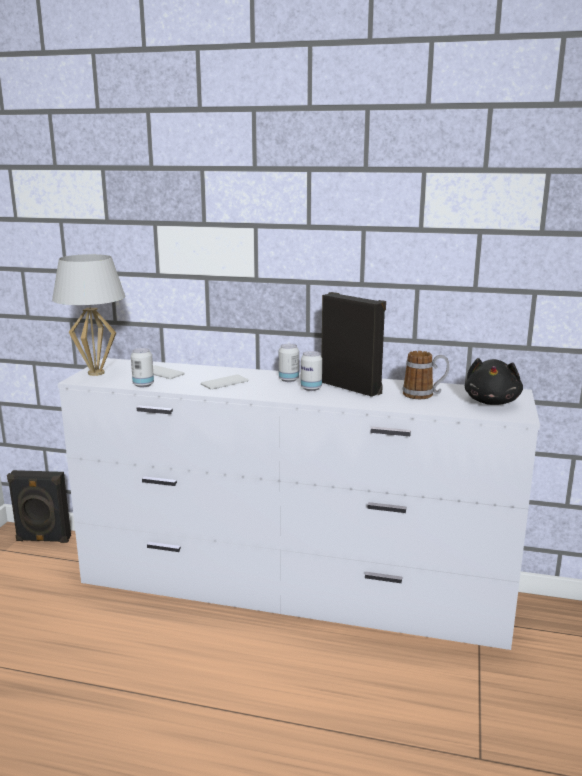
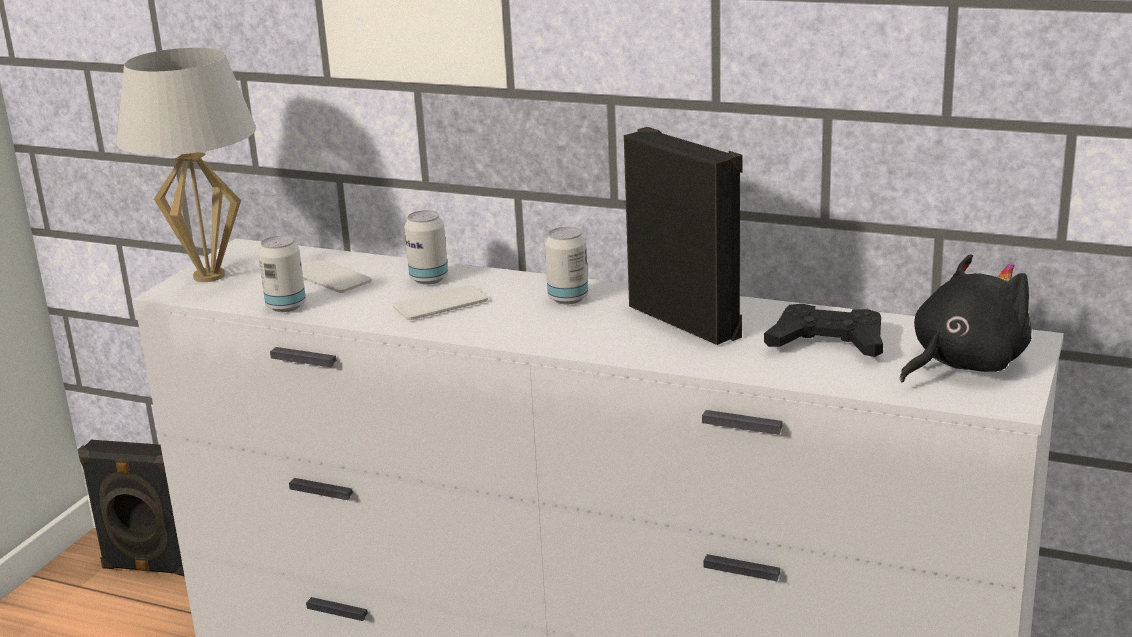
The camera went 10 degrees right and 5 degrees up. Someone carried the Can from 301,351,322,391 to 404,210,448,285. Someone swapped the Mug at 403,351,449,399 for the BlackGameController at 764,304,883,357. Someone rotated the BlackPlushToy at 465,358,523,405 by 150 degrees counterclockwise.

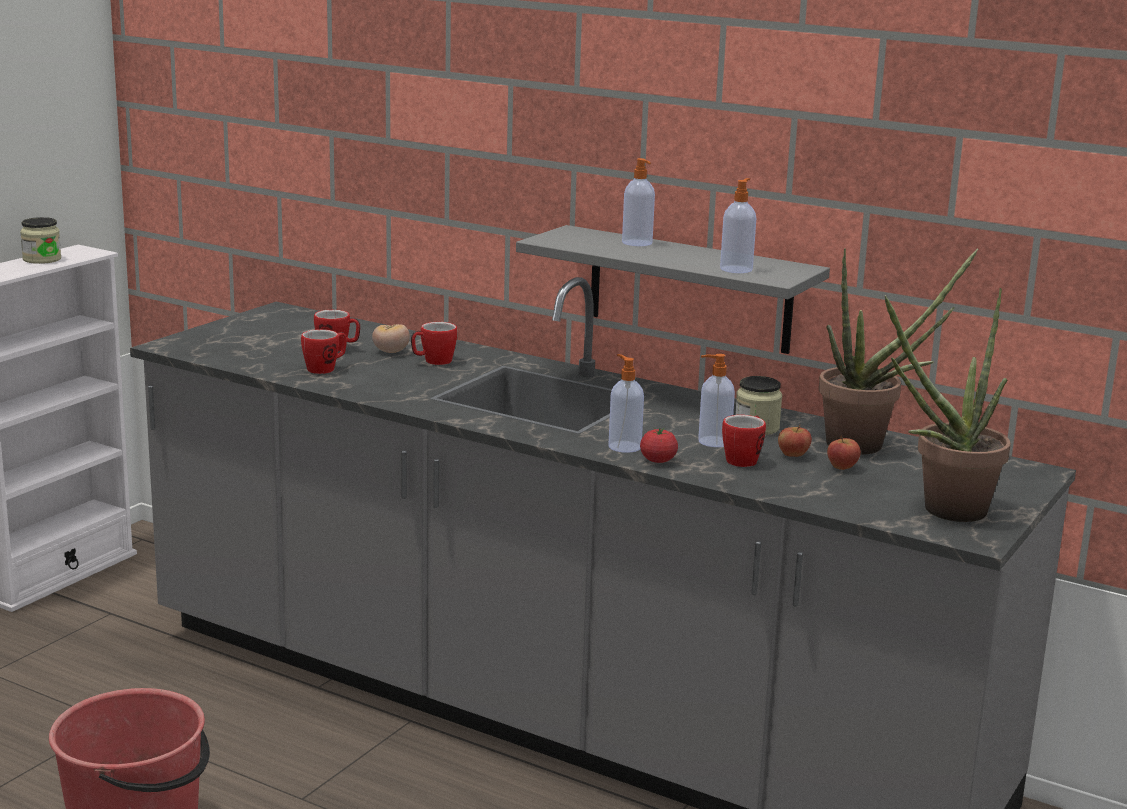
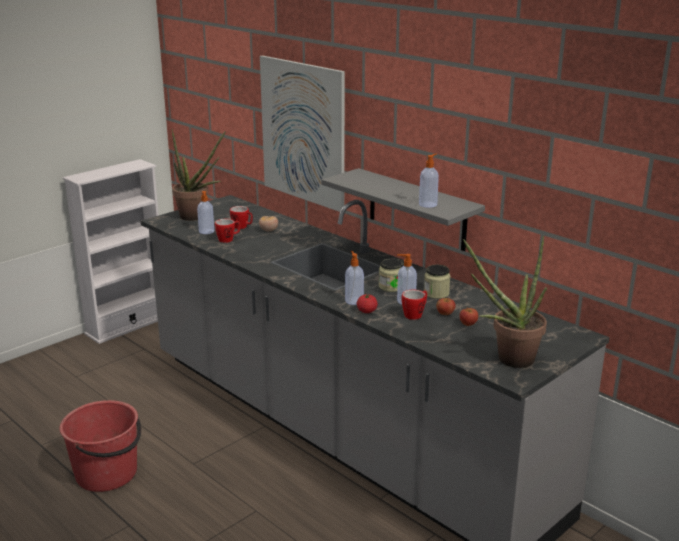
The camera went 15 degrees right and 5 degrees up. Someone carried the SoapDispenser from 622,158,655,246 to 197,191,214,234. Someone carried the Jar from 20,217,61,264 to 379,258,403,292. Someone carried the PottedPlant from 819,248,978,455 to 172,129,226,221. Someone took away the Mug at 411,322,457,365. Someone put up the Picture at 260,55,345,212.

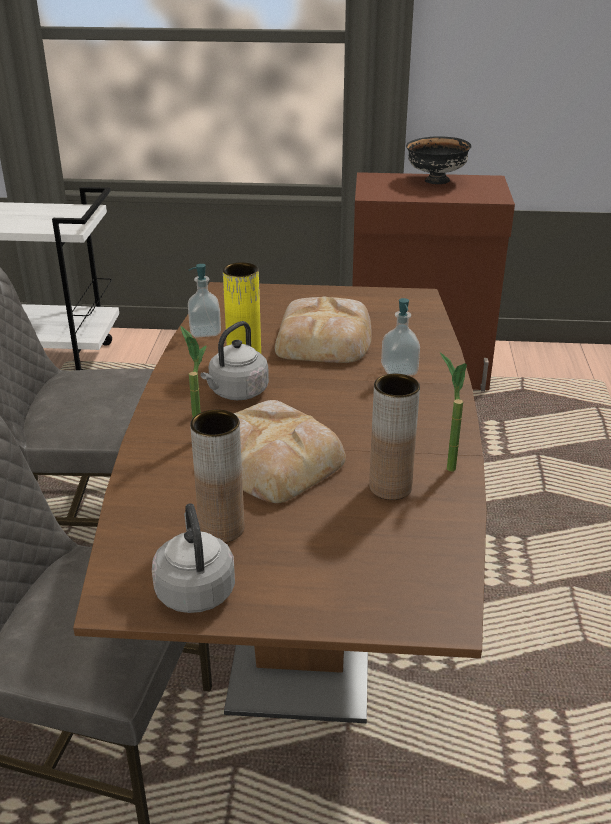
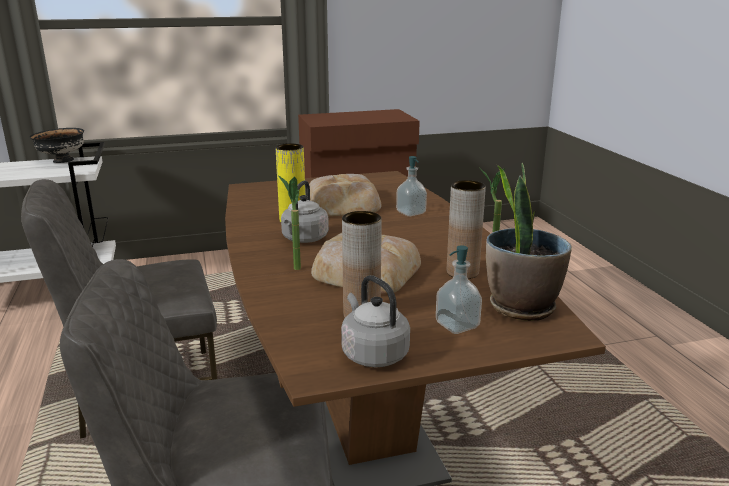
The camera went 20 degrees left and 10 degrees down. Someone carried the BlackBowl from 406,136,471,184 to 30,128,84,163. Someone carried the SoapDispenser from 188,264,221,338 to 436,245,482,334. Someone put down the PottedPlant at 486,163,572,321.

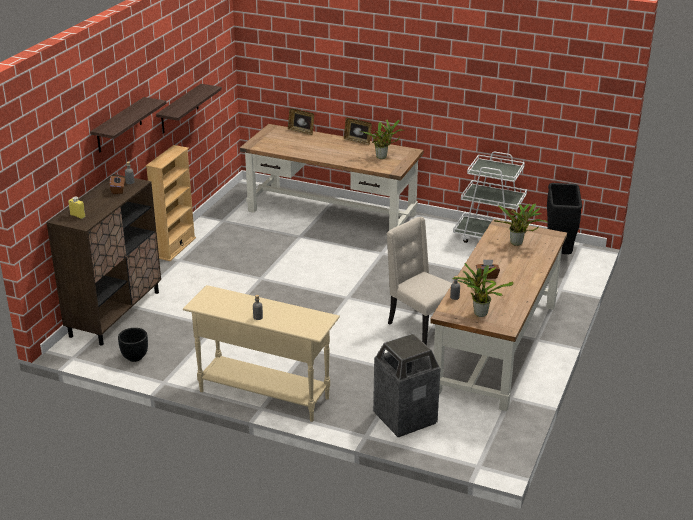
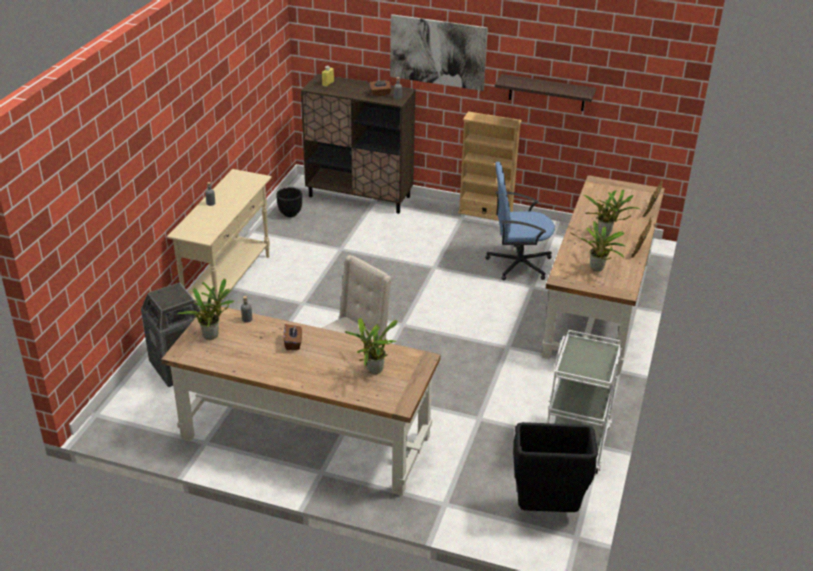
The camera went 85 degrees right and 5 degrees up. Someone swapped the Shelf at 90,97,167,153 for the Picture at 390,14,488,91. Someone put down the BlueOfficeChair at 485,162,555,281. Someone put down the PottedPlant at 583,190,641,236.

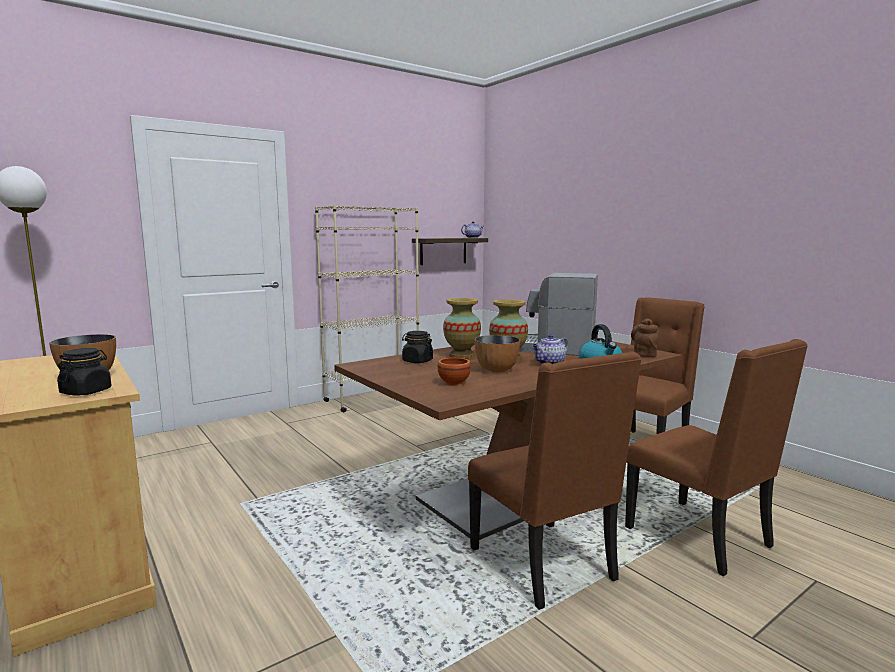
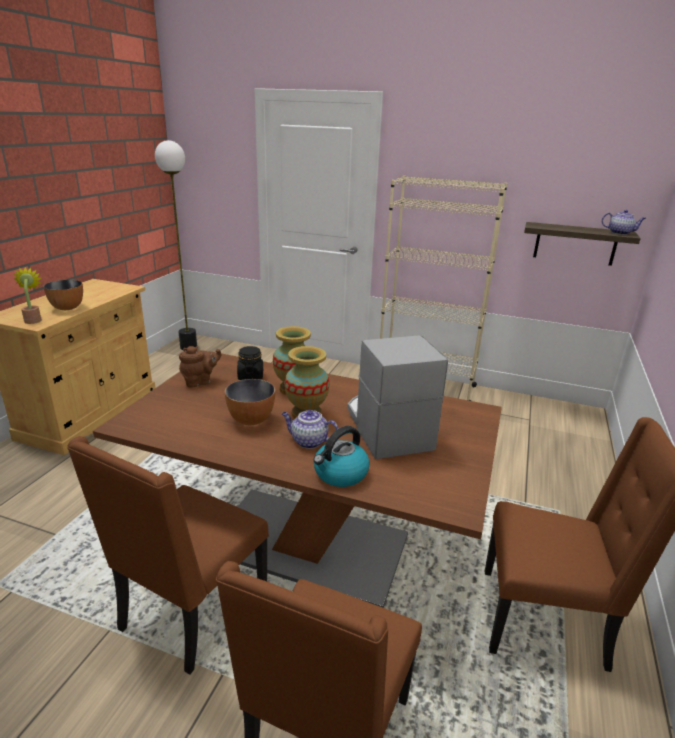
The camera went 55 degrees right and 15 degrees up. Someone carried the BrownTeapot from 631,318,658,357 to 179,346,221,388. Someone swapped the BlackJar at 57,348,111,395 for the PottedPlant at 14,267,42,324. Someone took away the BrownBowl at 437,358,471,386.

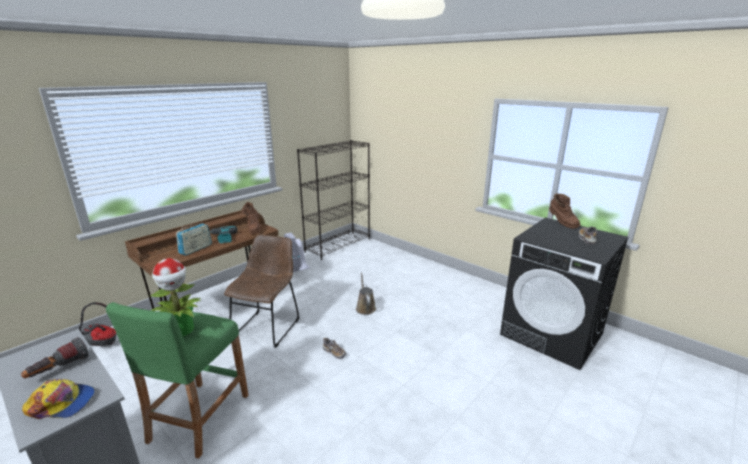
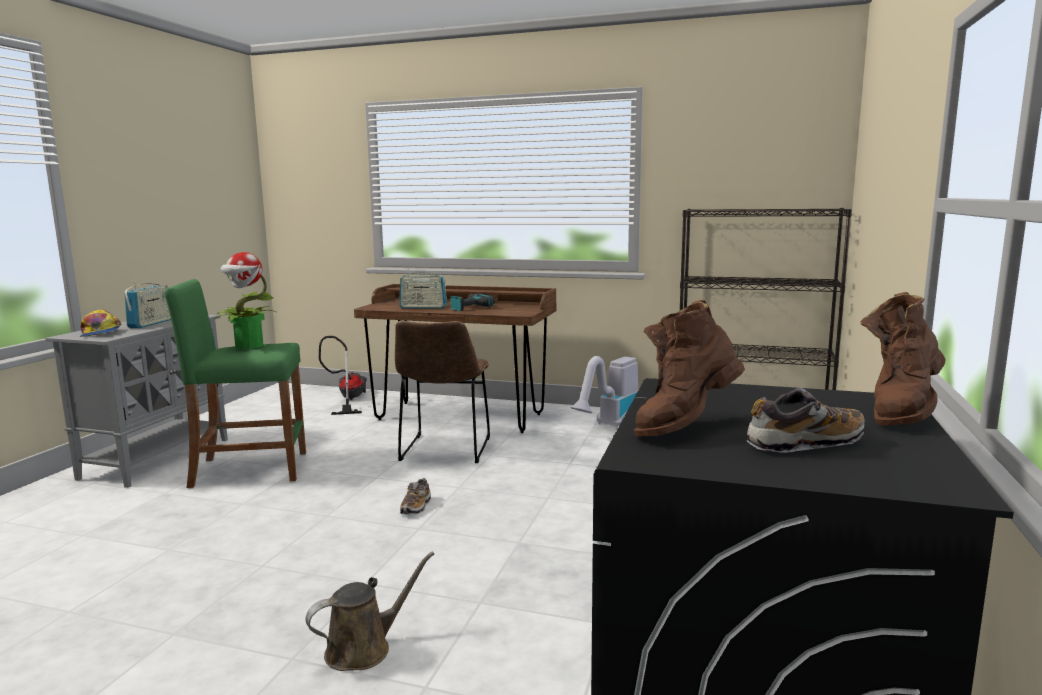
The camera went 65 degrees right and 10 degrees down. Someone carried the BrownBoot from 241,202,261,235 to 634,300,745,437. Someone rotated the BrownChair at 224,235,299,348 by 105 degrees clockwise. Someone carried the BrownWateringCan from 356,272,376,315 to 305,552,434,671. Someone swapped the Flashlight at 21,337,89,378 for the Radio at 124,281,171,328.

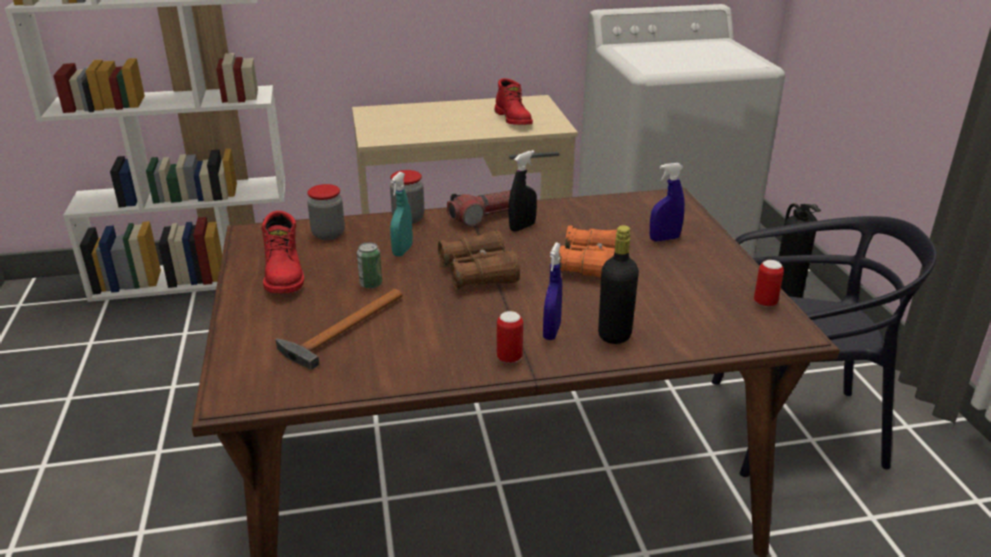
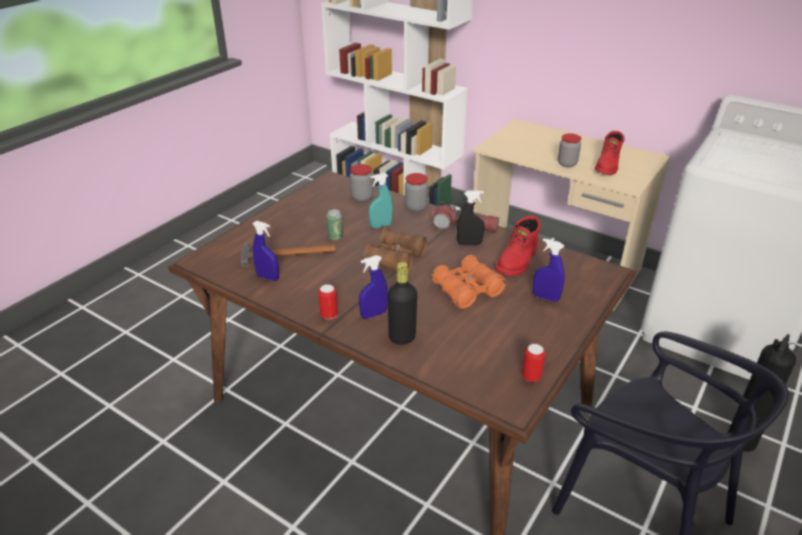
The camera went 45 degrees right and 5 degrees up. Someone carried the RedBoot from 262,211,304,293 to 495,216,541,276. Someone put down the Jar at 558,133,581,167. Someone put down the BlueSprayBottle at 252,221,279,281.

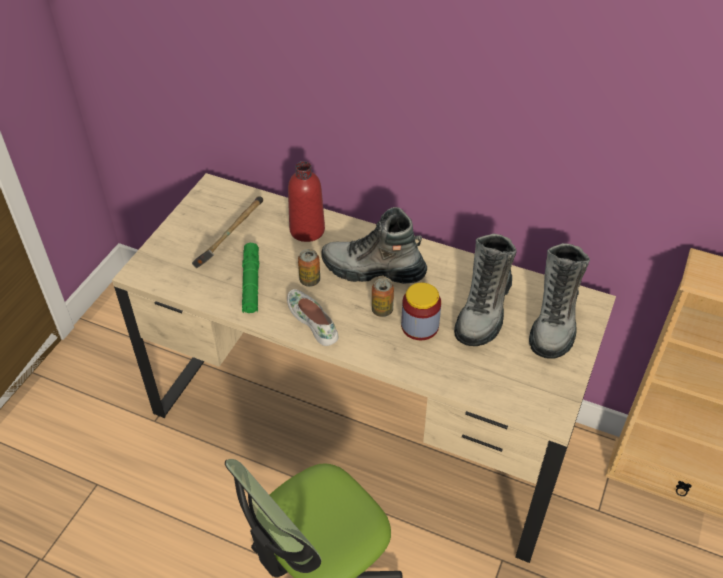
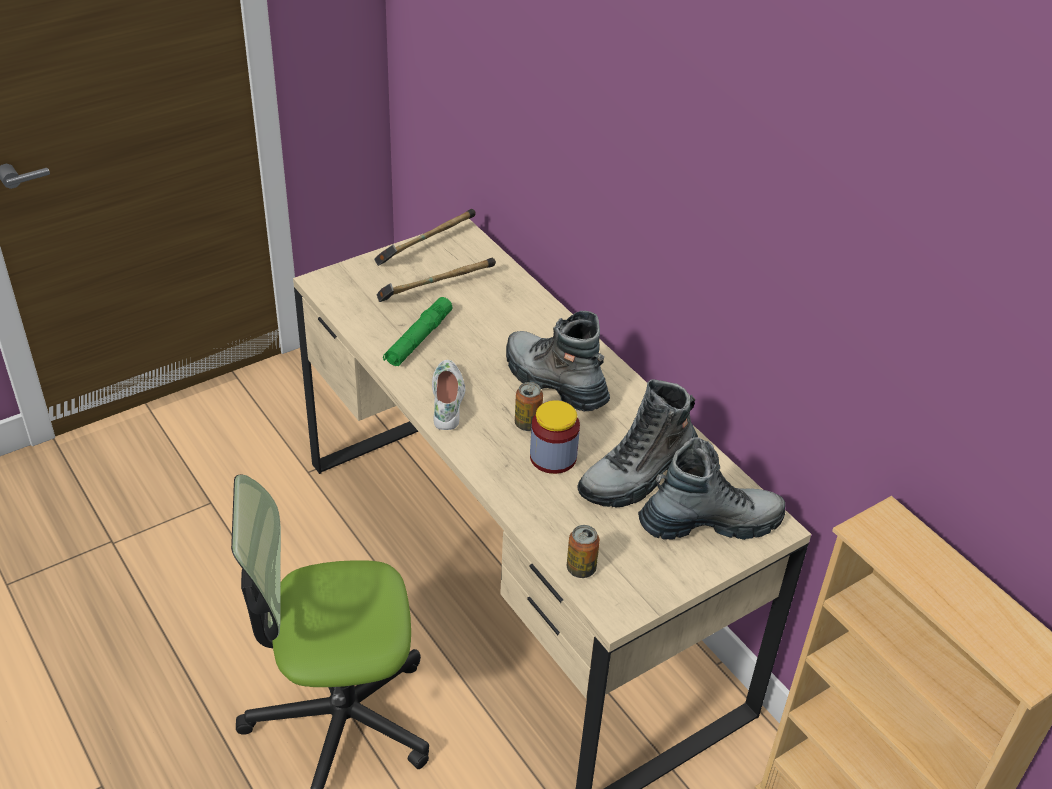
The camera went 30 degrees right and 5 degrees down. Someone took away the RedBottle at 288,161,325,242. Someone rotated the Boot at 529,243,590,359 by 150 degrees counterclockwise. Someone carried the Can from 298,249,320,287 to 567,525,600,578. Someone put down the Hammer at 374,209,476,266.

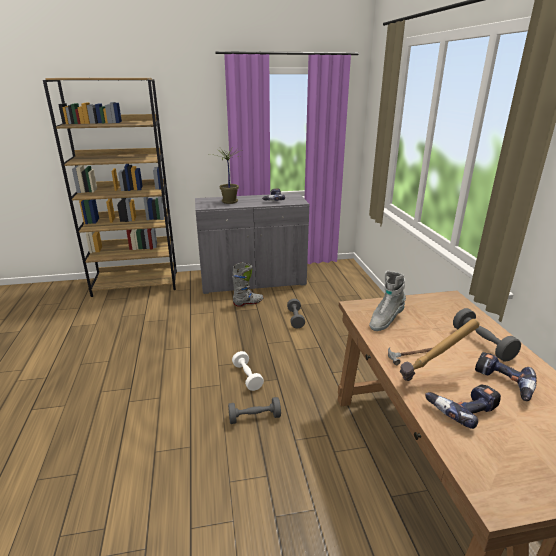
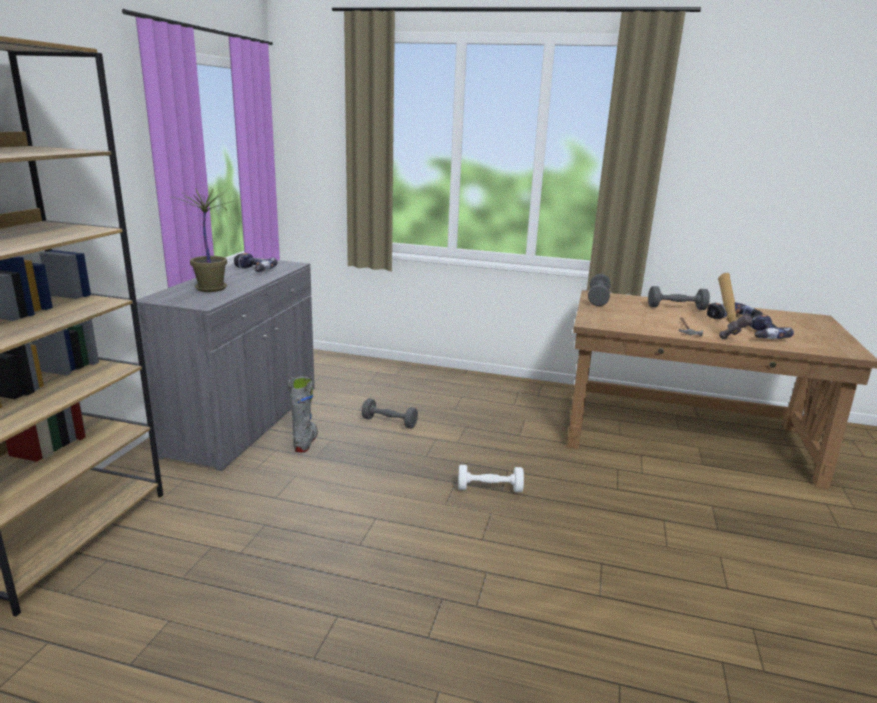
The camera went 65 degrees left and 5 degrees down. Someone took away the GreyBoot at 369,270,406,331. Someone carried the GreyDumbbell from 228,397,281,424 to 588,274,611,306.

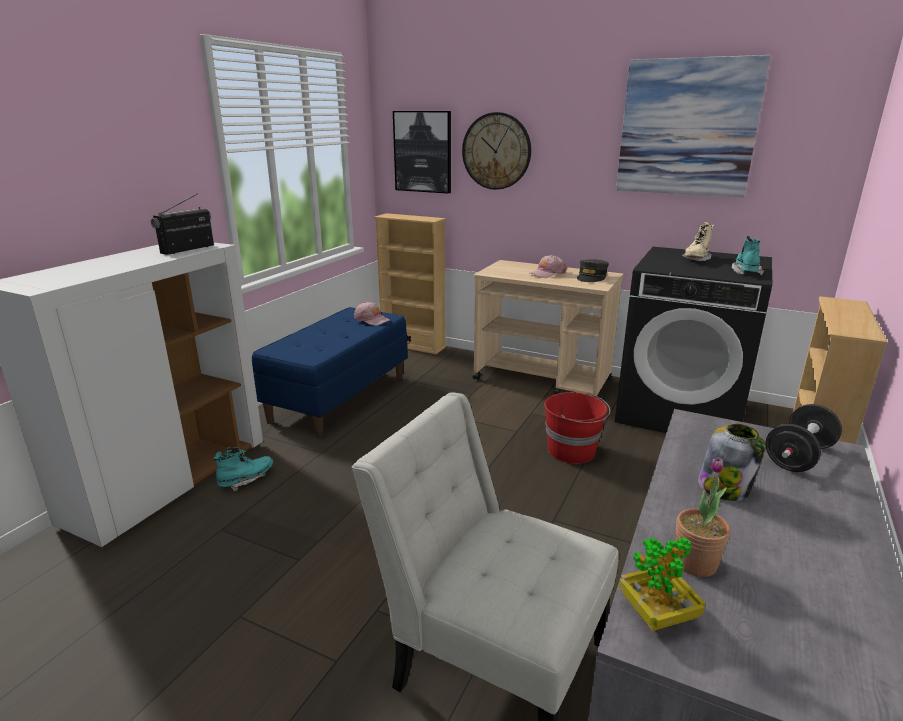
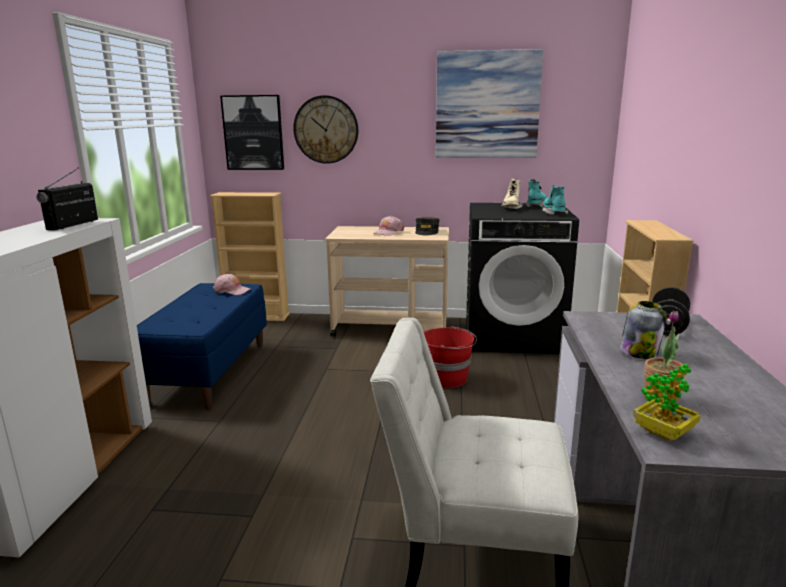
The camera went 20 degrees left and 5 degrees down. Someone carried the TurquoiseBoot from 213,447,273,491 to 526,179,546,207.

